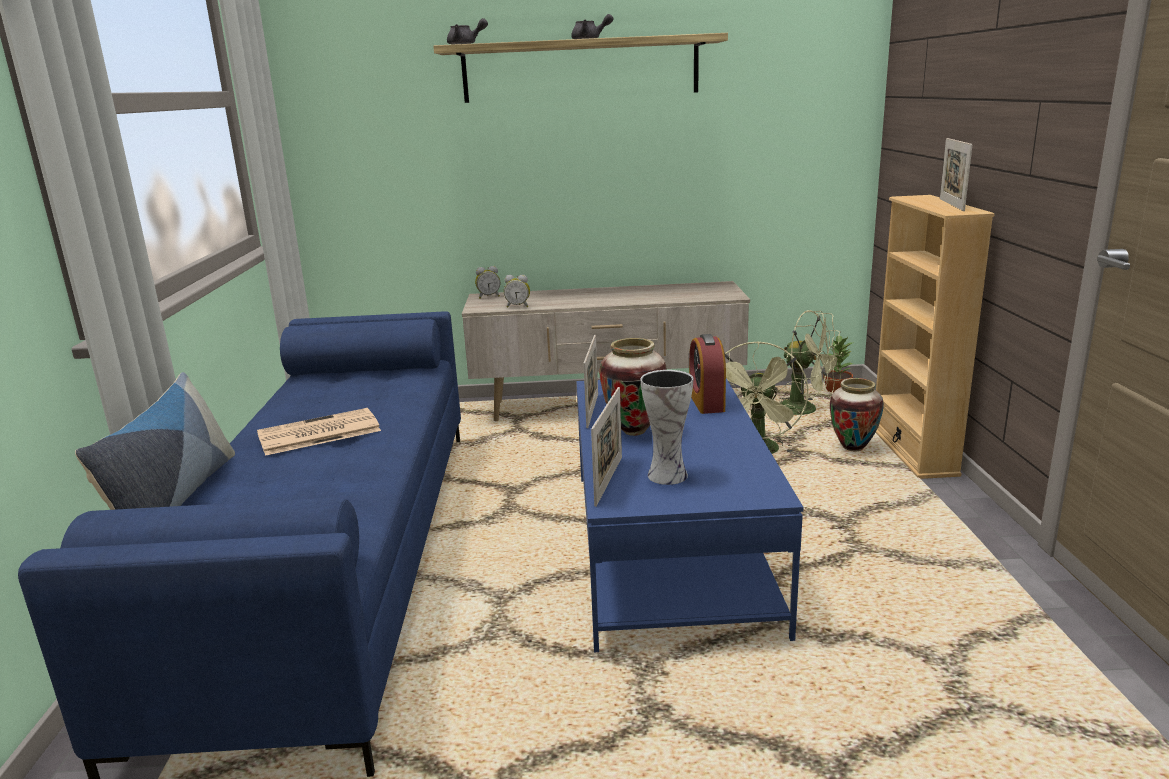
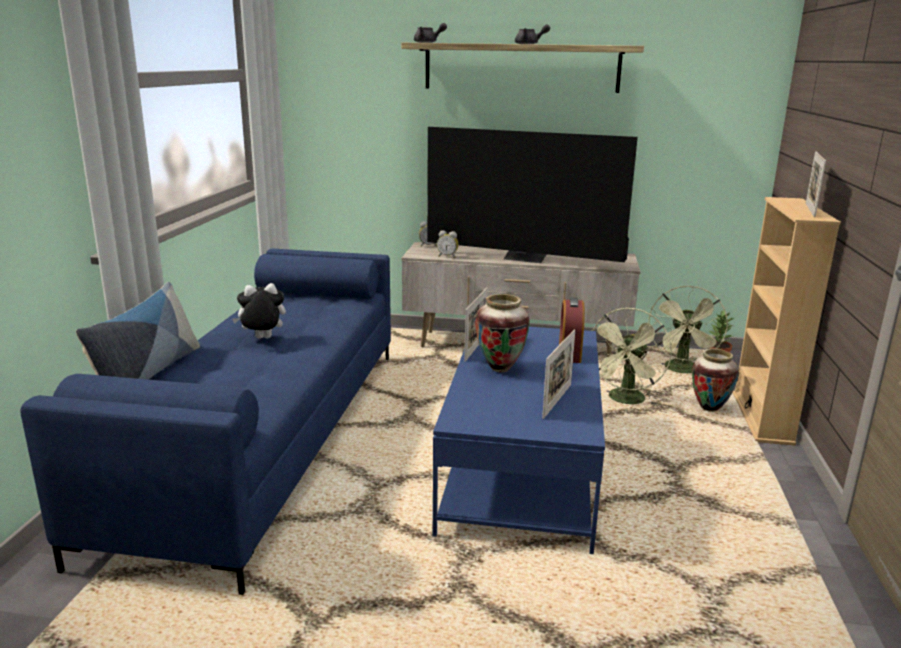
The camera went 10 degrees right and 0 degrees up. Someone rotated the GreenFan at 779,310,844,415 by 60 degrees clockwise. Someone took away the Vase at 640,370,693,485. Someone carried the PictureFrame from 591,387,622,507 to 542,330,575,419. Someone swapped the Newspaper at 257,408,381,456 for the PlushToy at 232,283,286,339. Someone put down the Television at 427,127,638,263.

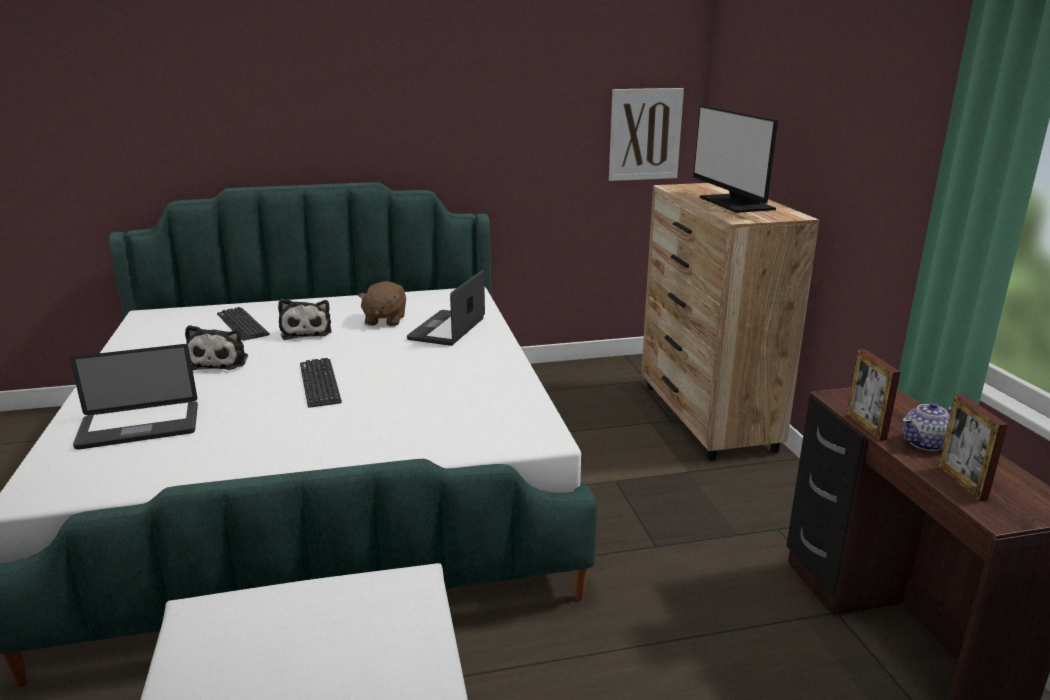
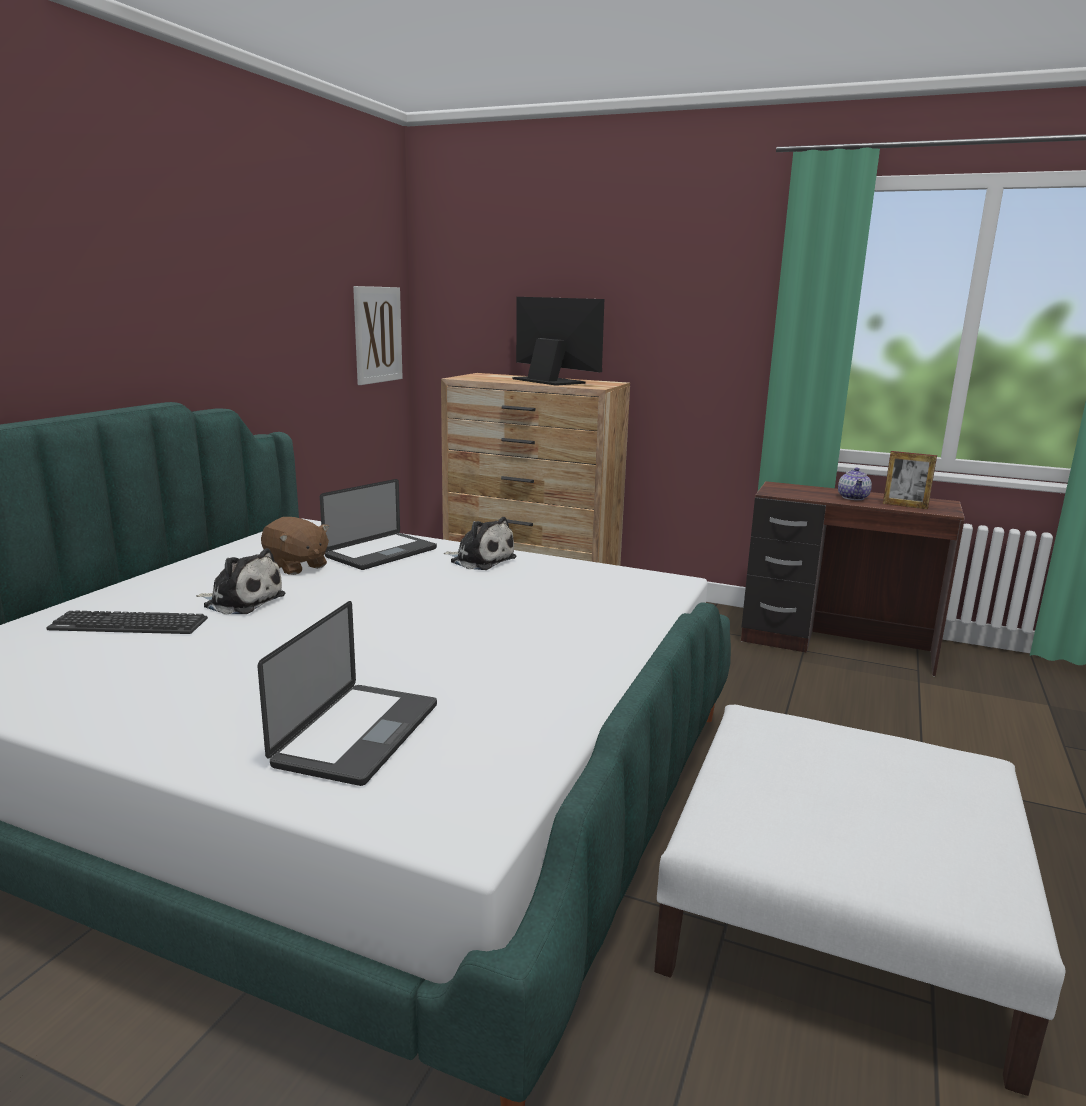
The camera went 55 degrees left and 5 degrees down. Someone rotated the Monitor at 693,106,778,213 by 150 degrees counterclockwise. Someone rotated the Laptop at 407,270,485,346 by 105 degrees counterclockwise. Someone carried the PlushToy from 185,325,248,370 to 444,517,516,570. Someone took away the PictureFrame at 847,349,901,441. Someone took away the Keyboard at 300,358,342,408.

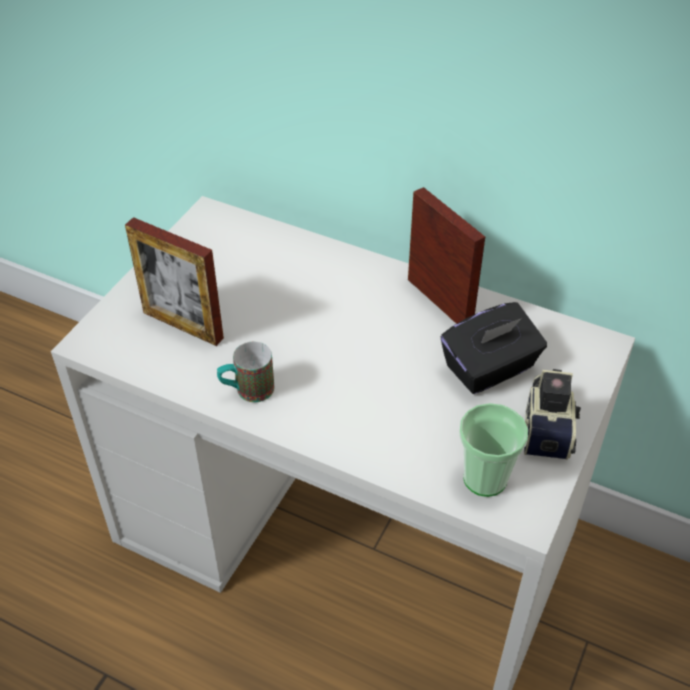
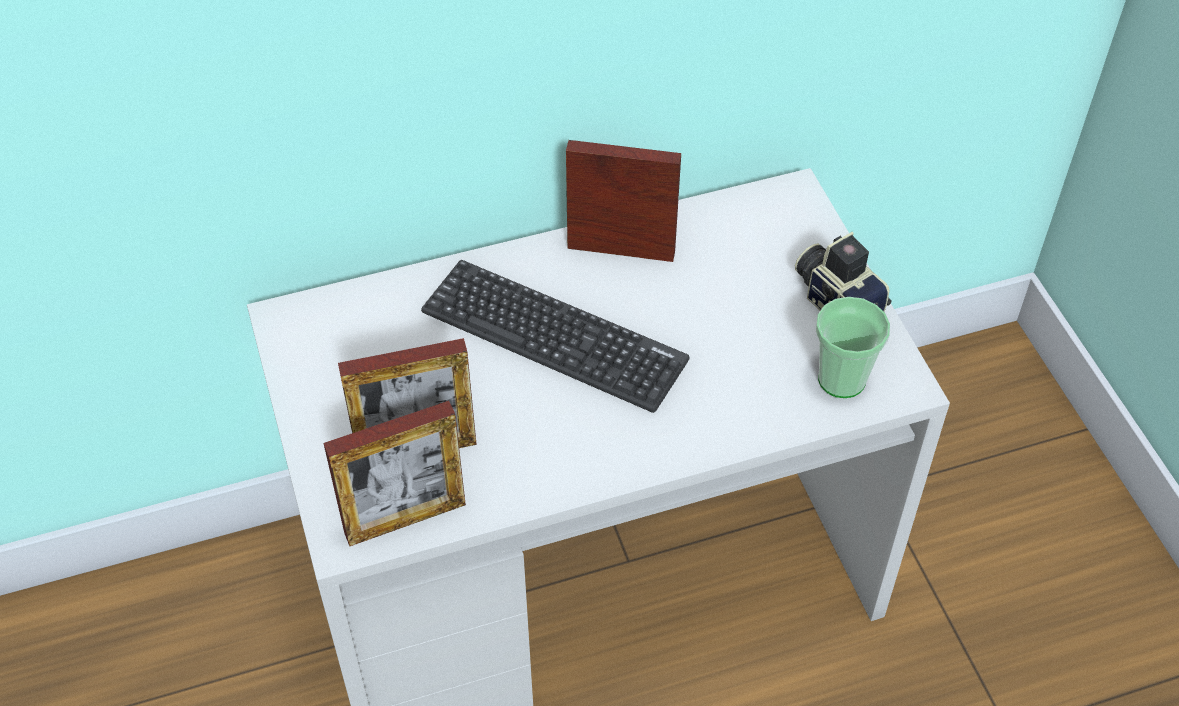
The camera went 45 degrees left and 5 degrees up. Someone took away the BlackTissueBox at 441,302,547,394. Someone took away the Mug at 217,342,275,402. Someone put down the Keyboard at 421,260,690,413. Someone put down the PictureFrame at 323,401,466,546.

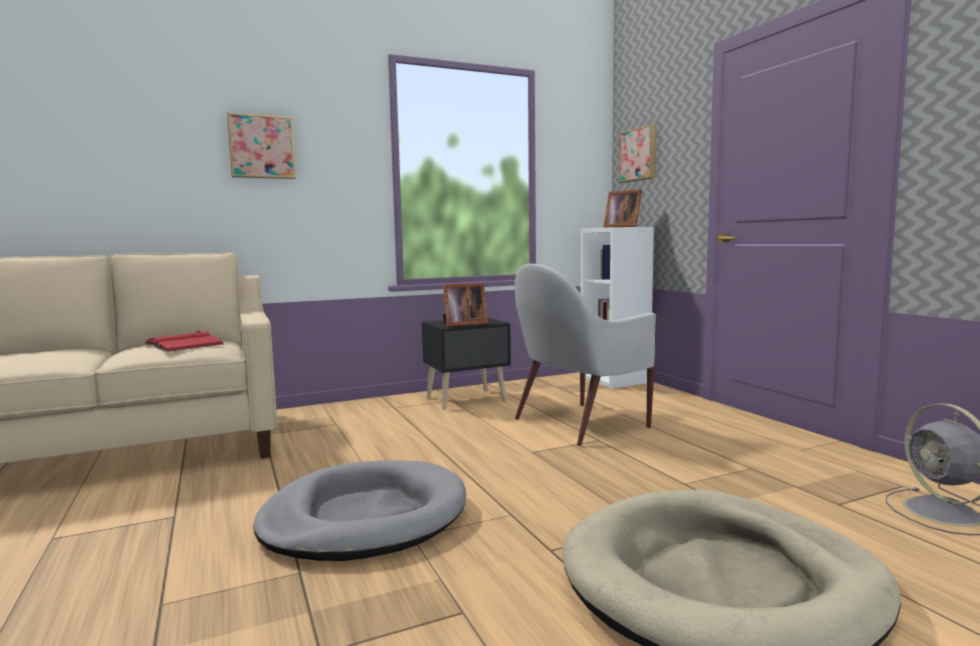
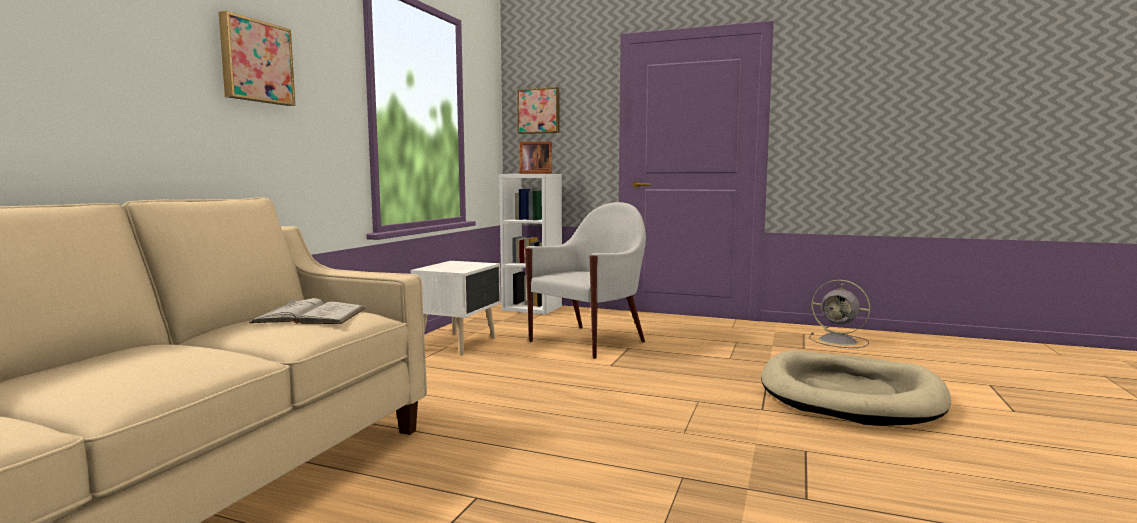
The camera went 45 degrees left and 0 degrees up. Someone rotated the WhiteArmchair at 515,264,657,446 by 150 degrees counterclockwise. Someone took away the PictureFrame at 443,283,488,327. Someone repainted the BlackNightstand at 422,317,511,410, which became the WhiteNightstand at 411,261,501,355. Someone repainted the RedBook at 144,331,224,352, which became the WhiteBook at 249,298,365,324. Someone took away the GreyDogBed at 253,460,466,561.

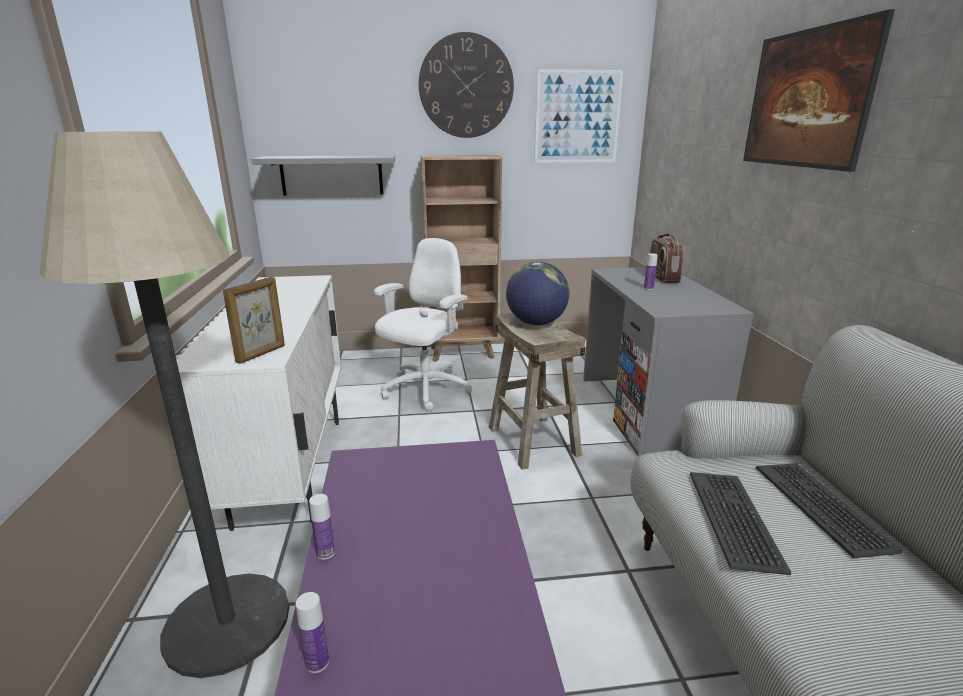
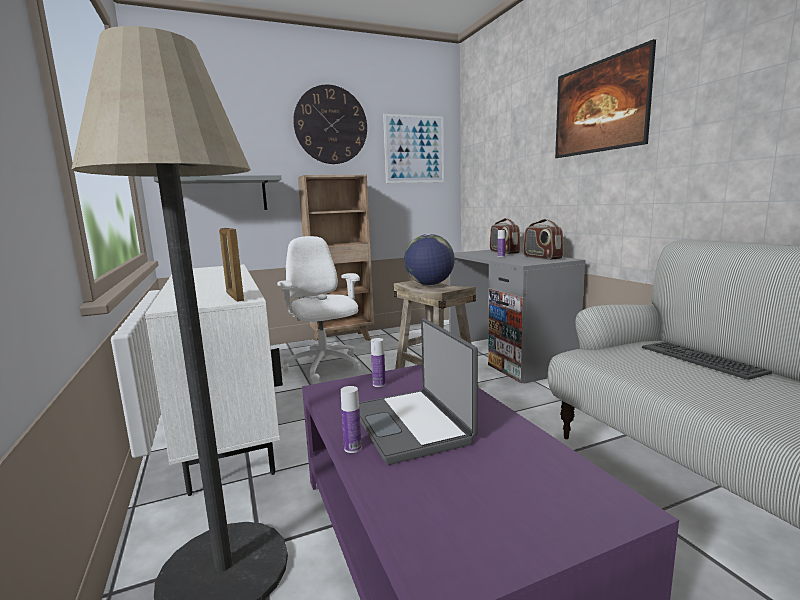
The camera went 15 degrees left and 10 degrees down. Someone rotated the WhiteOfficeChair at 374,238,472,411 by 45 degrees counterclockwise. Someone rotated the PictureFrame at 223,277,285,364 by 135 degrees clockwise. Someone took away the Keyboard at 690,472,791,575. Someone carried the Bottle from 296,592,329,673 to 371,338,386,387. Someone put down the Radio at 523,219,564,260. Someone put down the Laptop at 359,318,478,465.

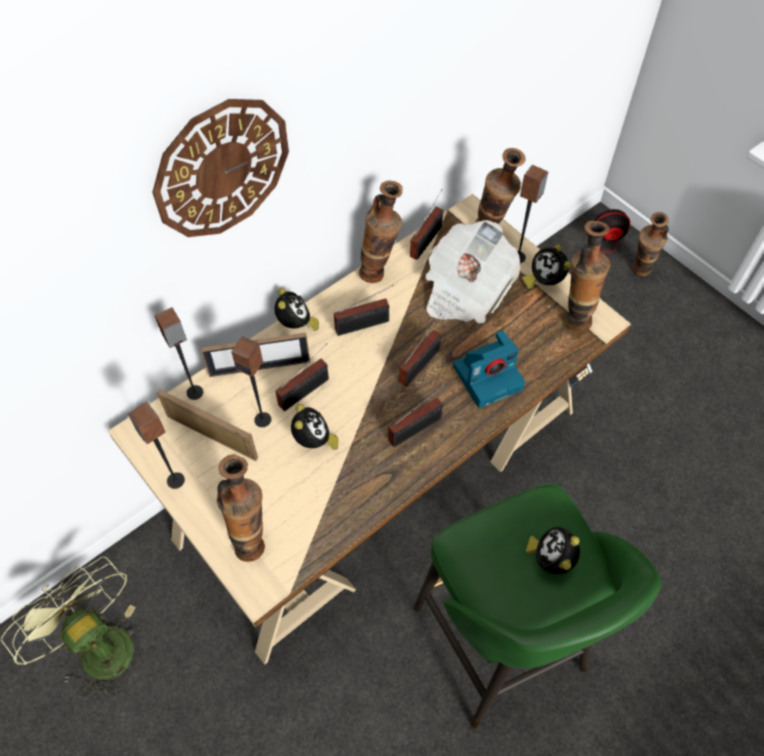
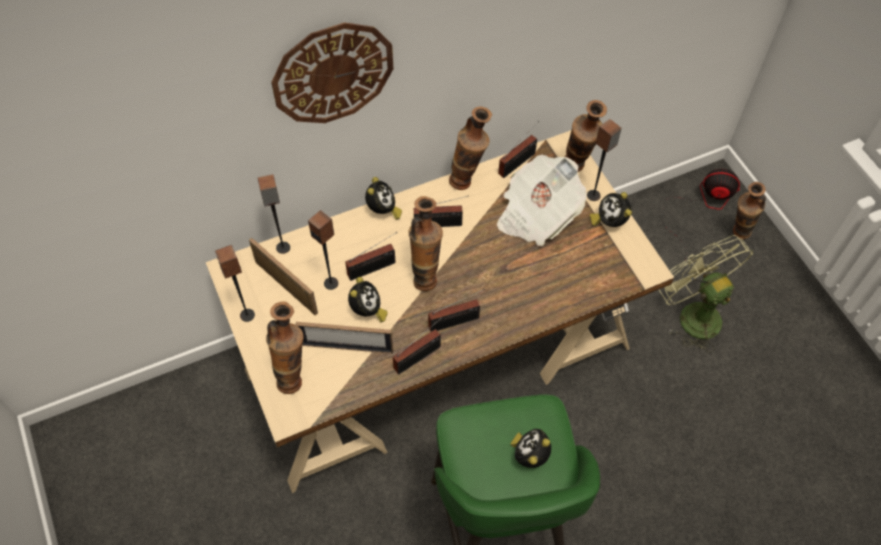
The camera went 15 degrees right and 0 degrees up. Someone carried the Vase from 566,220,610,332 to 408,196,443,291. Someone carried the Radio from 399,313,442,387 to 393,317,443,374. Someone took away the PhotoCamera at 453,330,525,408. Someone carried the PictureFrame from 201,333,310,377 to 295,322,393,354. Someone carried the GreenFan from 1,556,136,697 to 659,235,753,352.

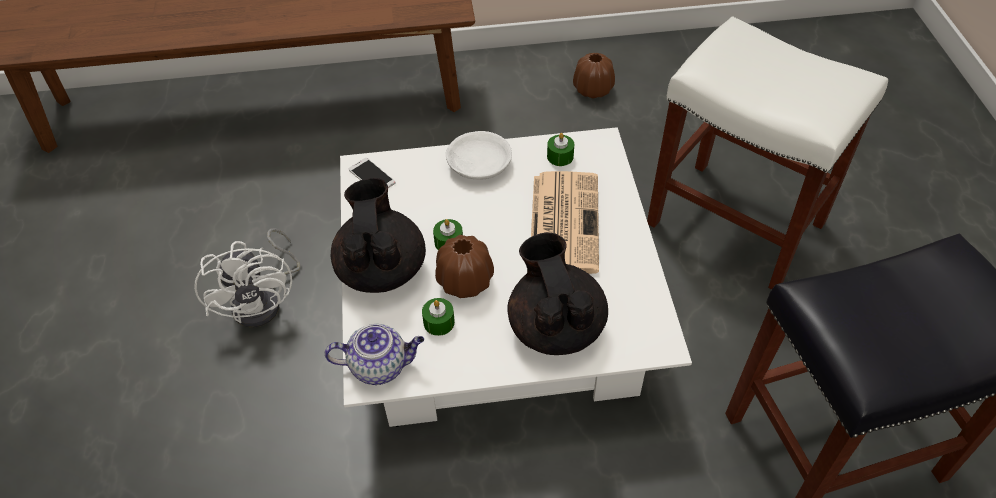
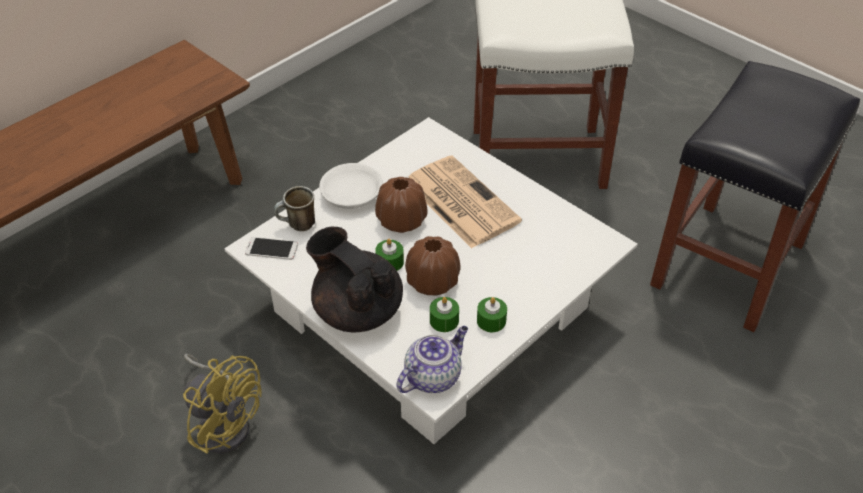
The camera went 40 degrees left and 5 degrees down. Someone carried the BrownVase from 573,53,615,99 to 375,177,427,233. Someone carried the GreenCandle from 547,133,574,166 to 477,297,507,332. Someone repainted the WhiteFan at 194,228,301,327, which became the YellowFan at 183,354,261,454. Someone took away the BlackTeapot at 507,233,608,355. Someone put down the Mug at 274,186,315,231.

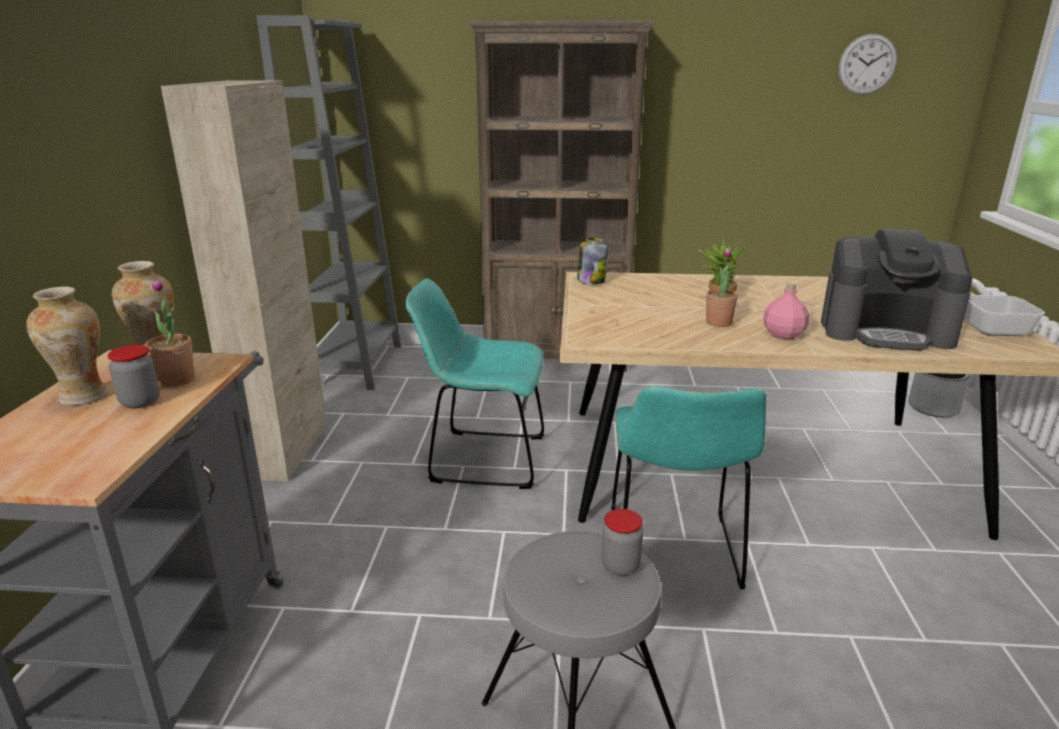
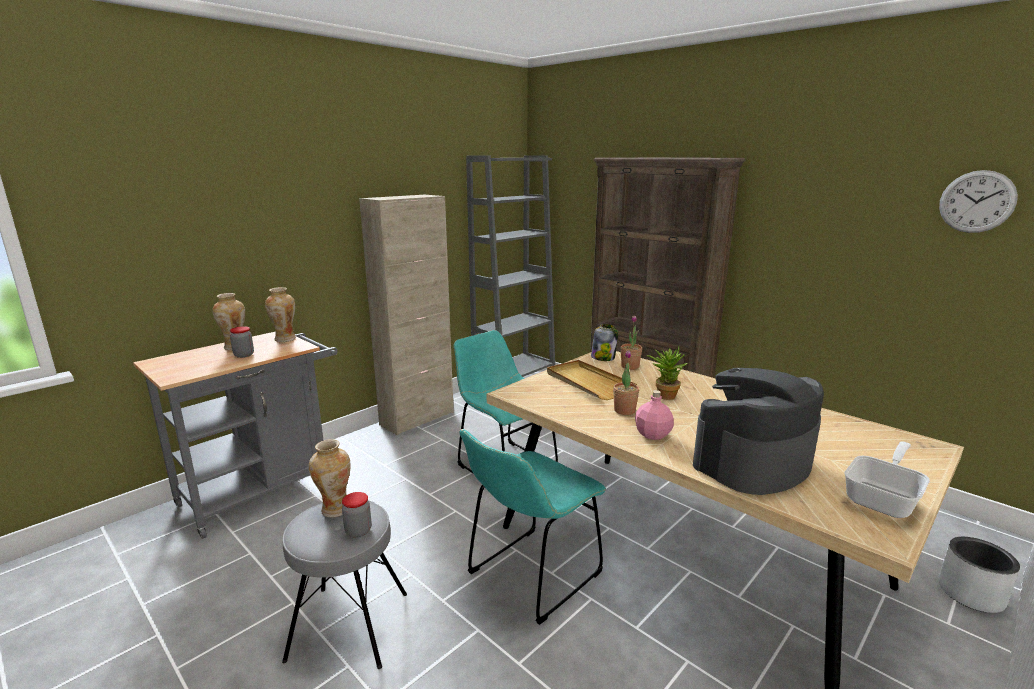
The camera went 40 degrees right and 5 degrees down. Someone rotated the CoffeeMachine at 821,229,972,351 by 90 degrees clockwise. Someone carried the PottedPlant from 145,279,195,387 to 621,315,642,370. Someone put down the BeigeTray at 547,360,637,400. Someone put down the Vase at 309,439,351,517.

